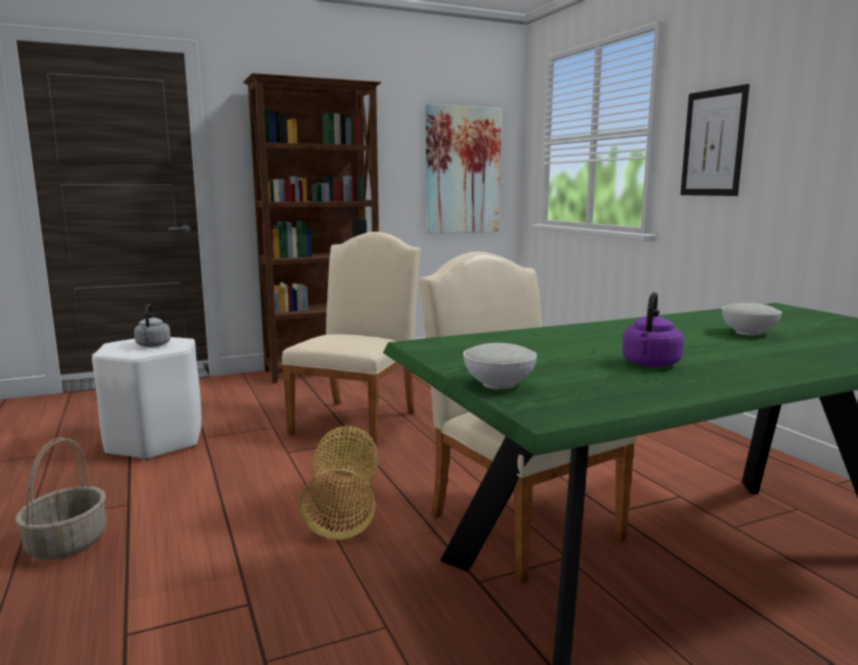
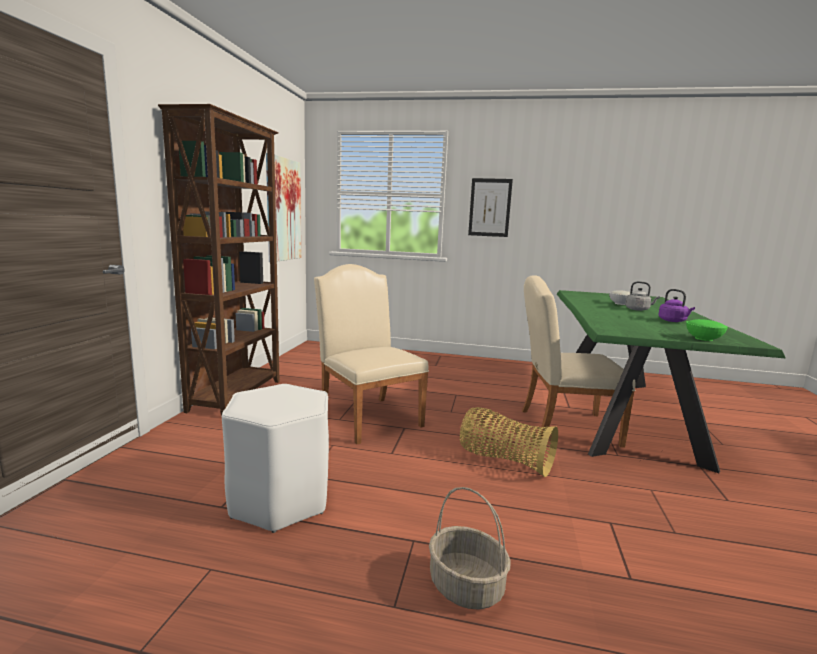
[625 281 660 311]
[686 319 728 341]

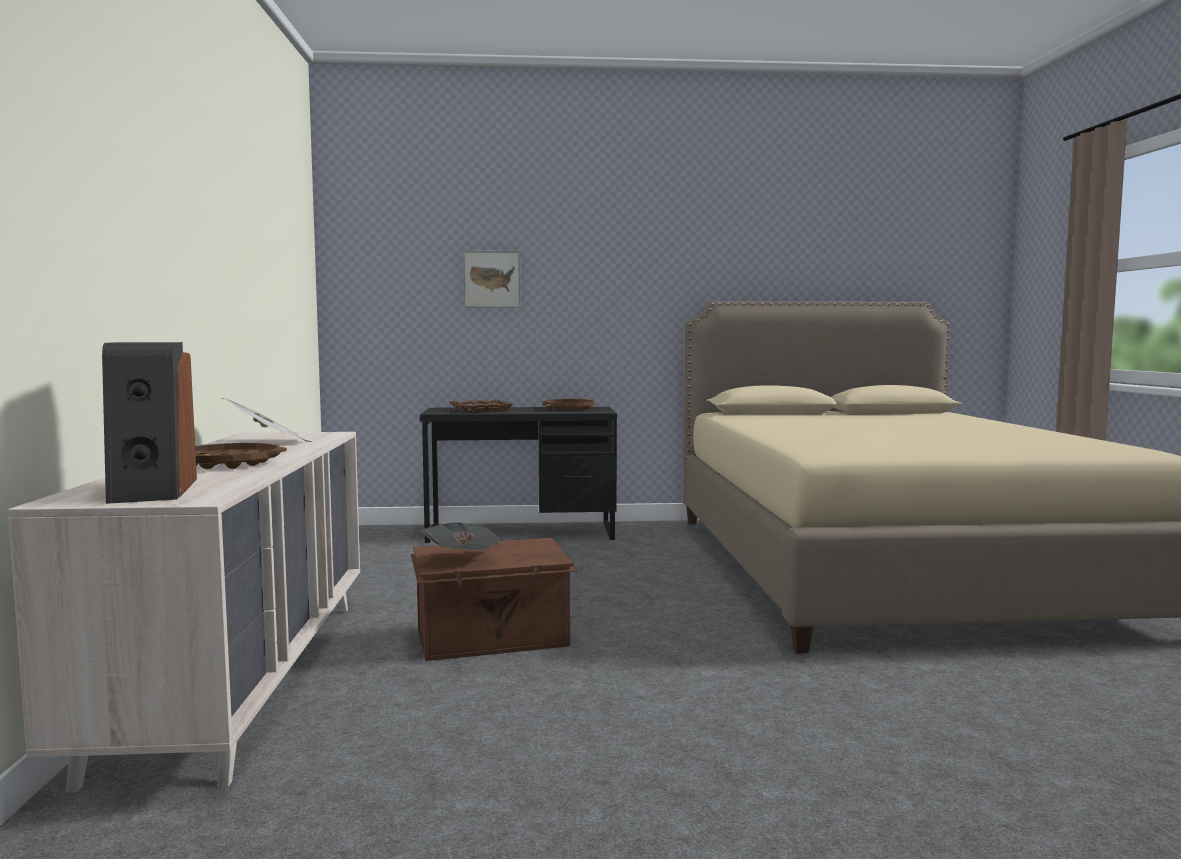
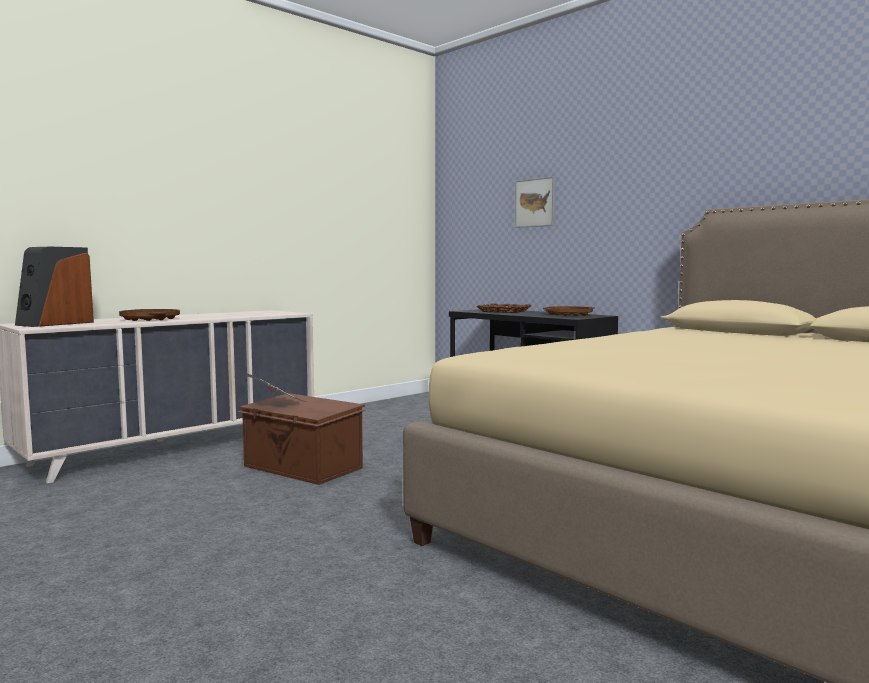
[222 398 311 442] (first image)

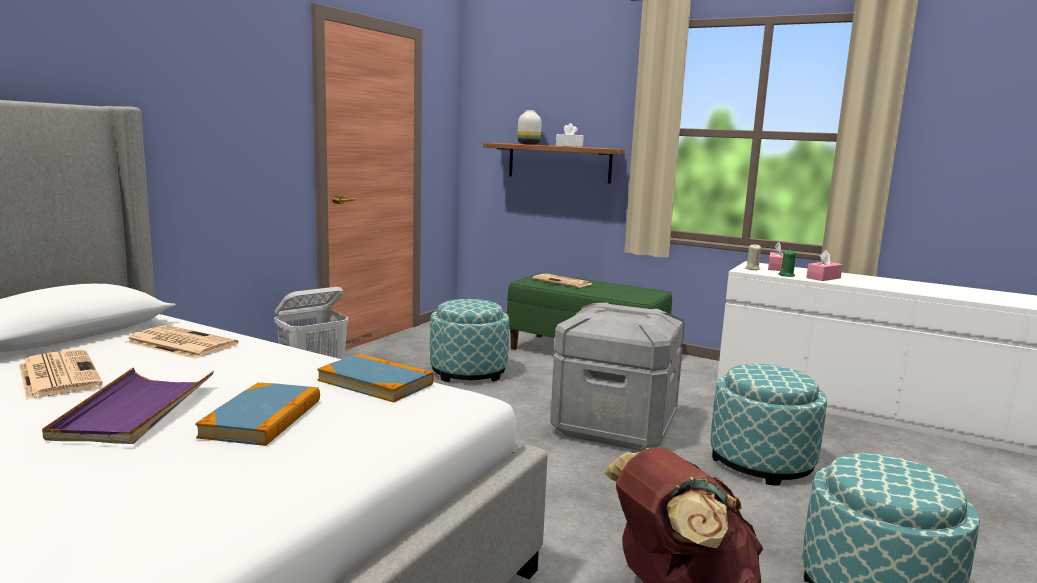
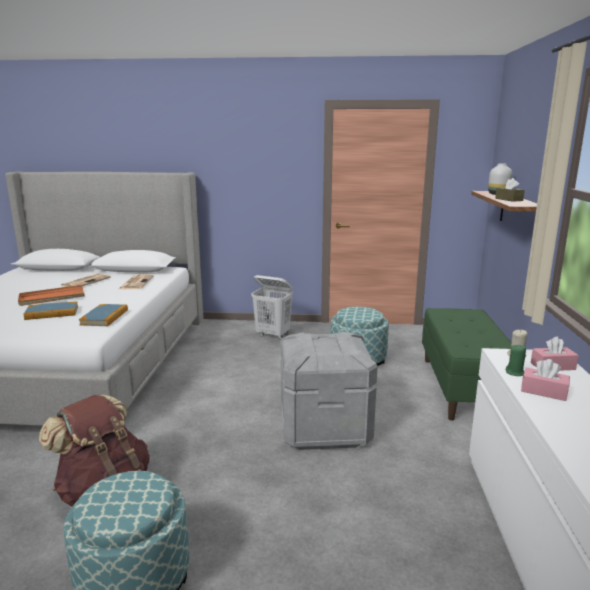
[18 285 85 306]
[495 178 525 202]
[533 274 592 288] (first image)
[711 364 827 486] (first image)

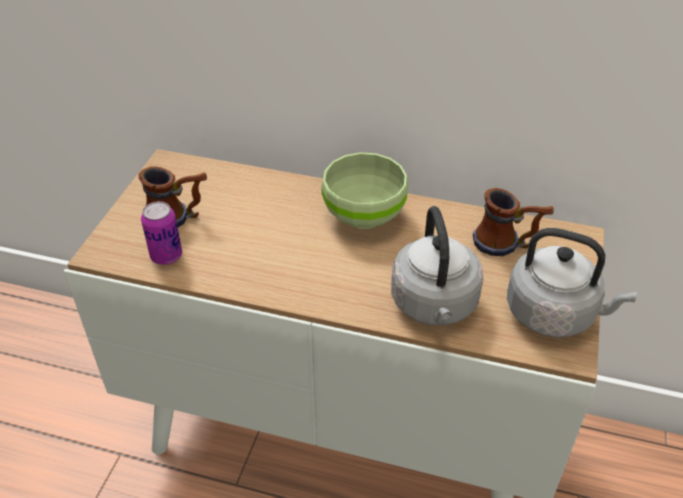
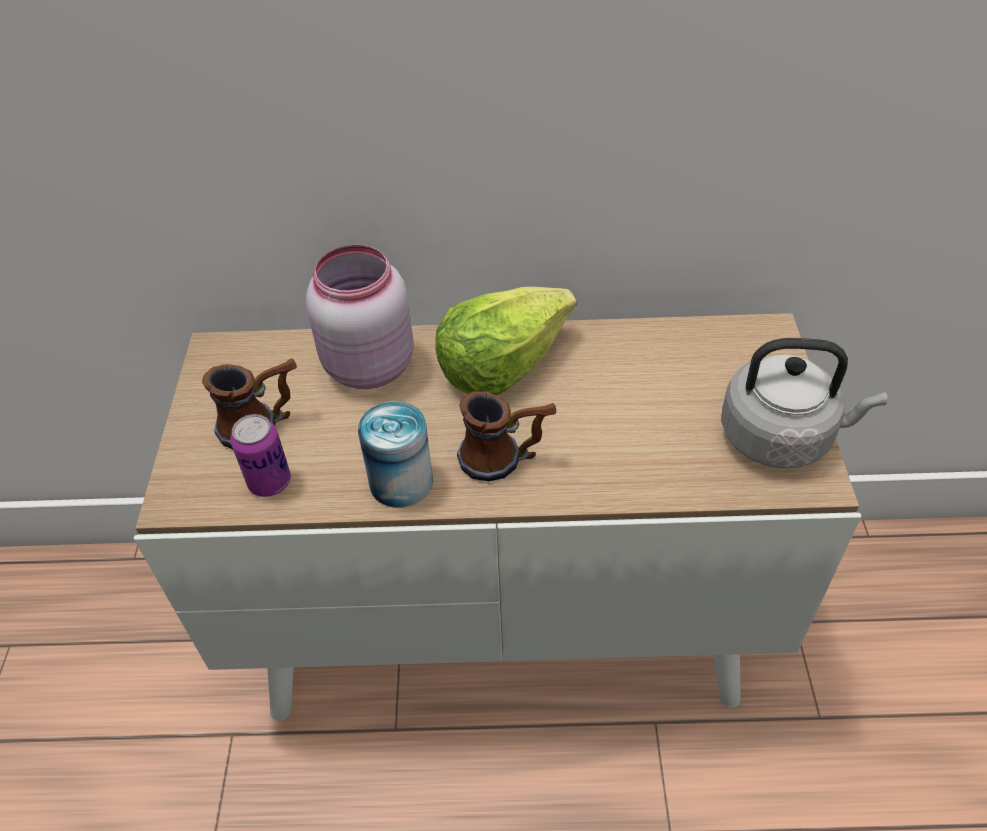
[306 245 414 389]
[358 401 433 508]
[435 287 576 395]
[457 391 556 481]
[391 206 483 326] (first image)

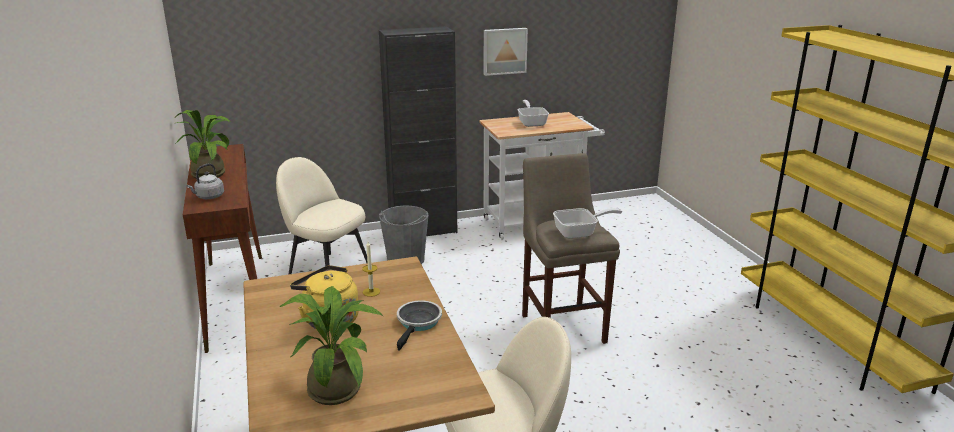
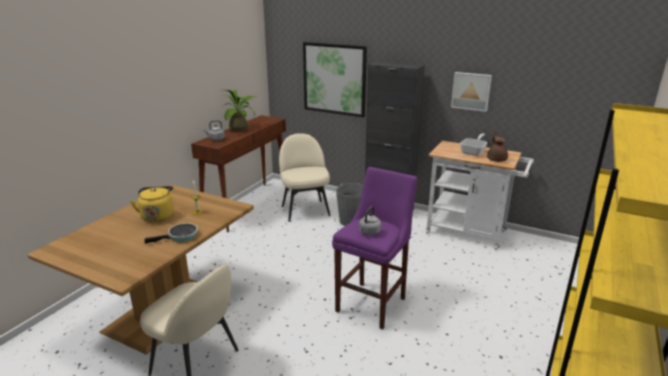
[303 42 367 117]
[332 167 417 329]
[359 206 381 236]
[487 130 508 162]
[280 286 383 405] (first image)

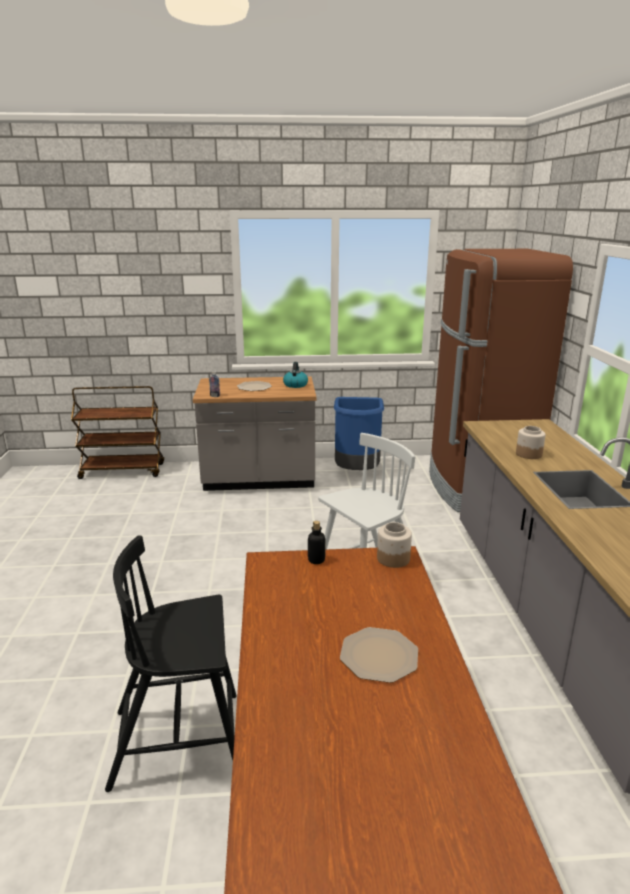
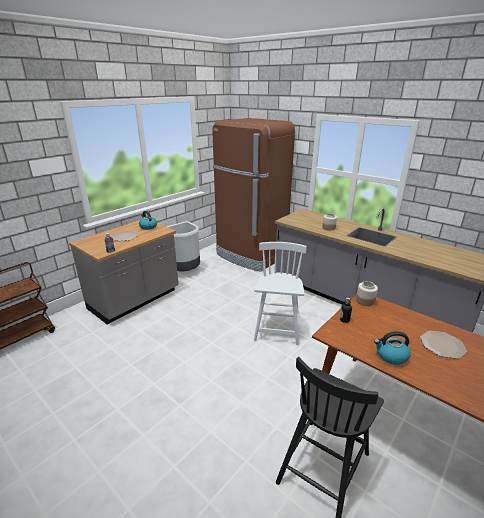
[167 221 200 272]
[374 331 411 365]

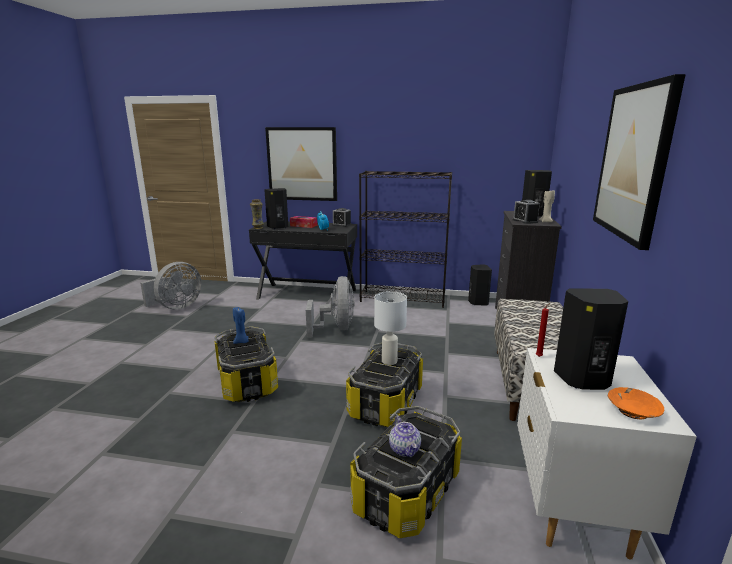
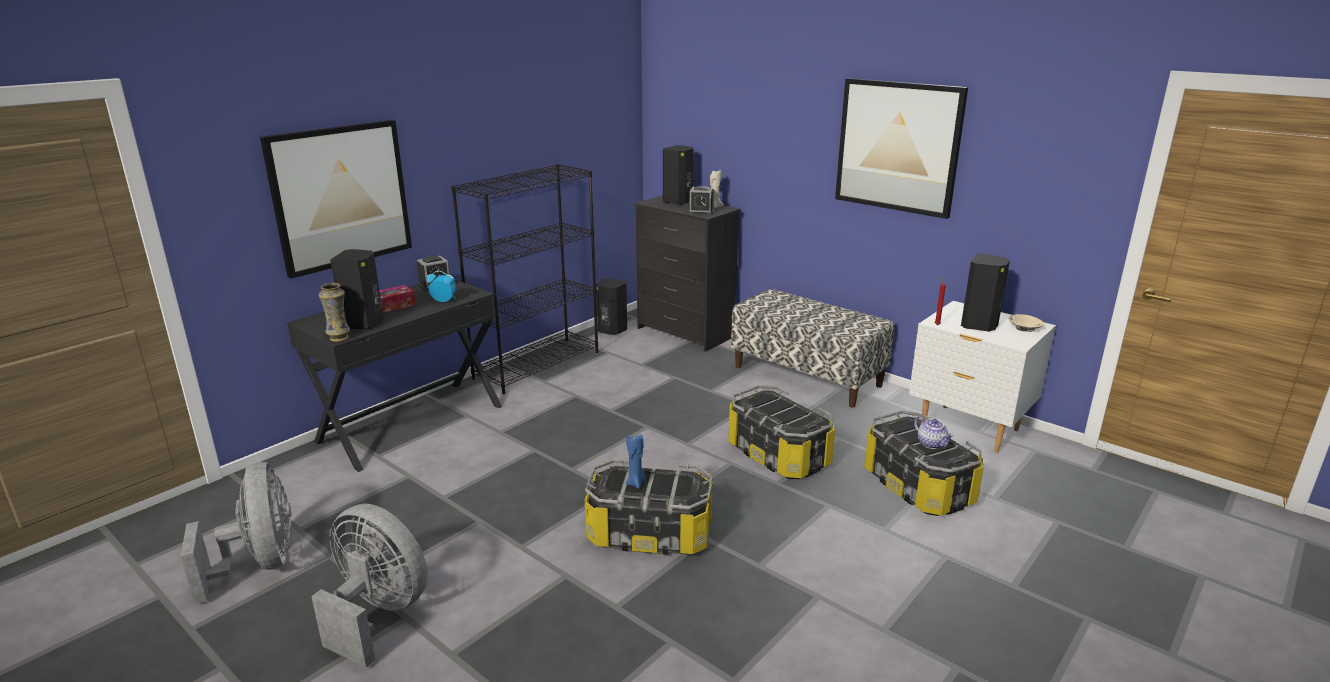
[311 504 428 668]
[914 416 954 449]
[1009 314 1045 332]
[374 291 407 365] (first image)

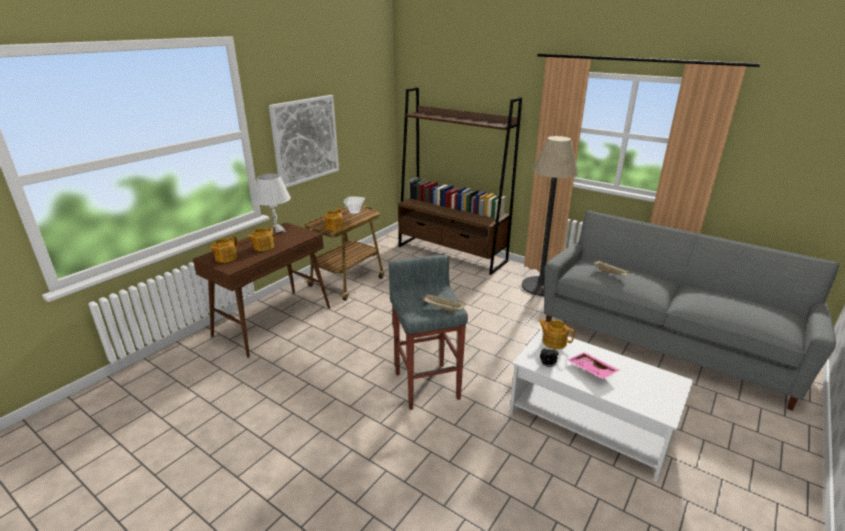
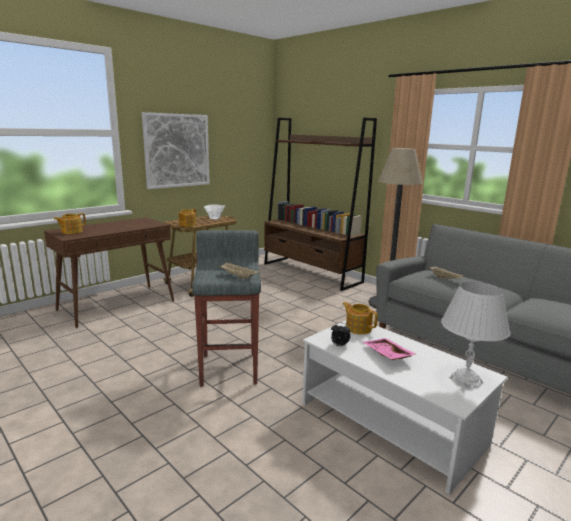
[441 282 511 389]
[247 226 276 251] (first image)

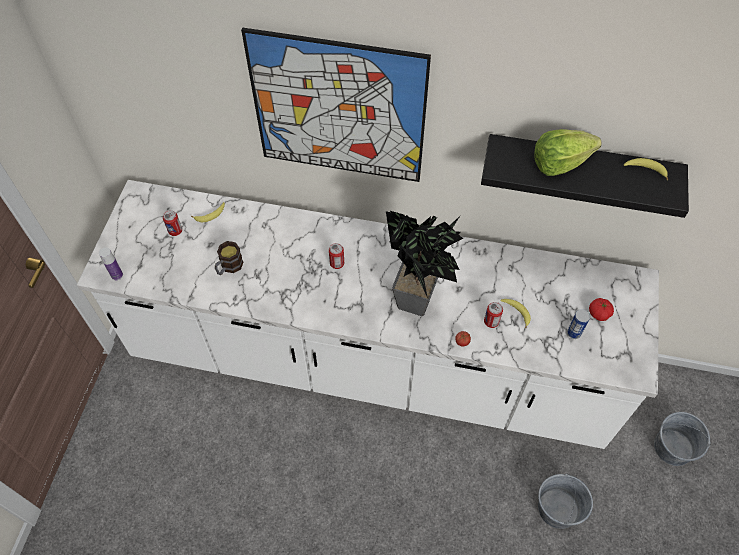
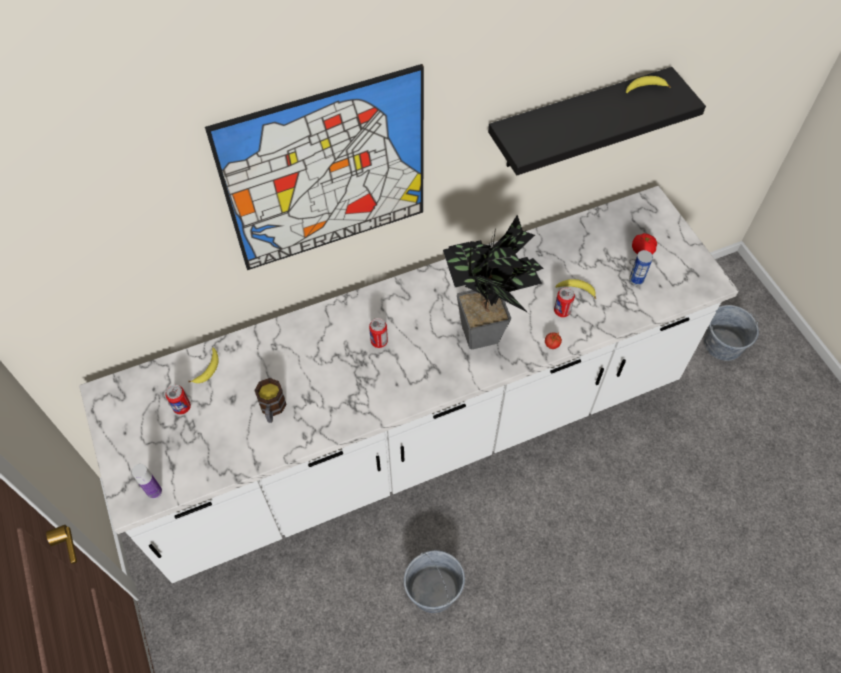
[404 550 465 613]
[534 129 601 176] (first image)

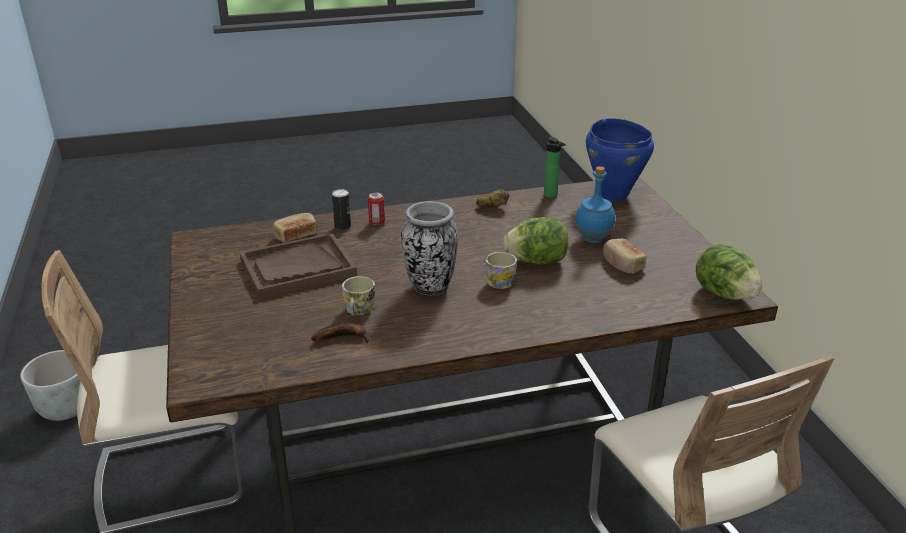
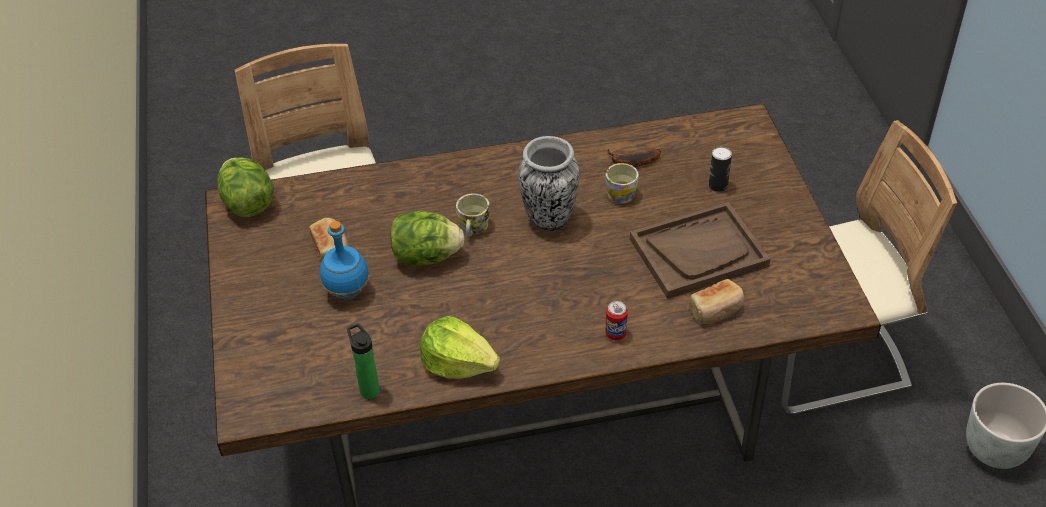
[420 316 500 379]
[709 146 732 192]
[586 118 654 202] (first image)

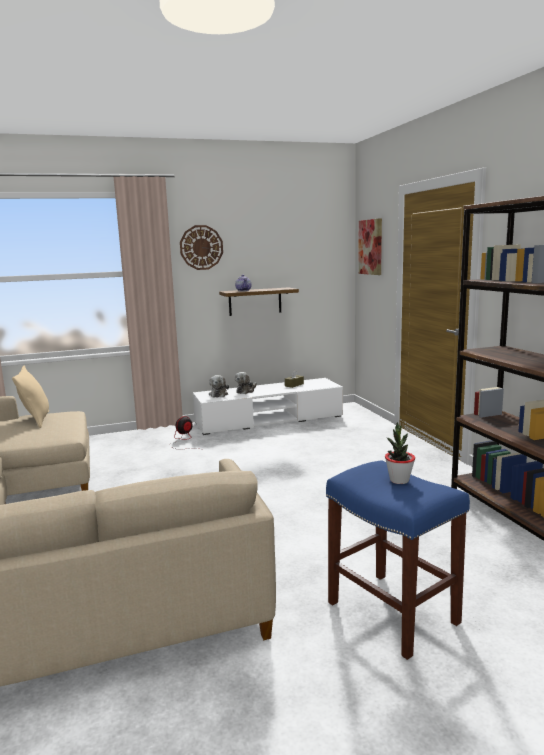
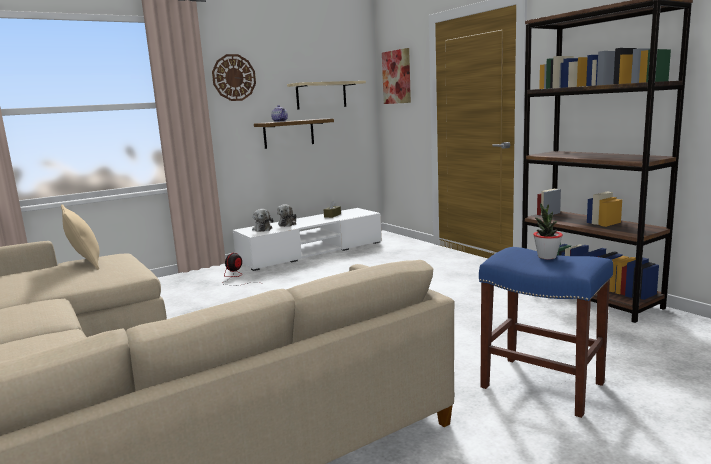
[287 81 366 110]

